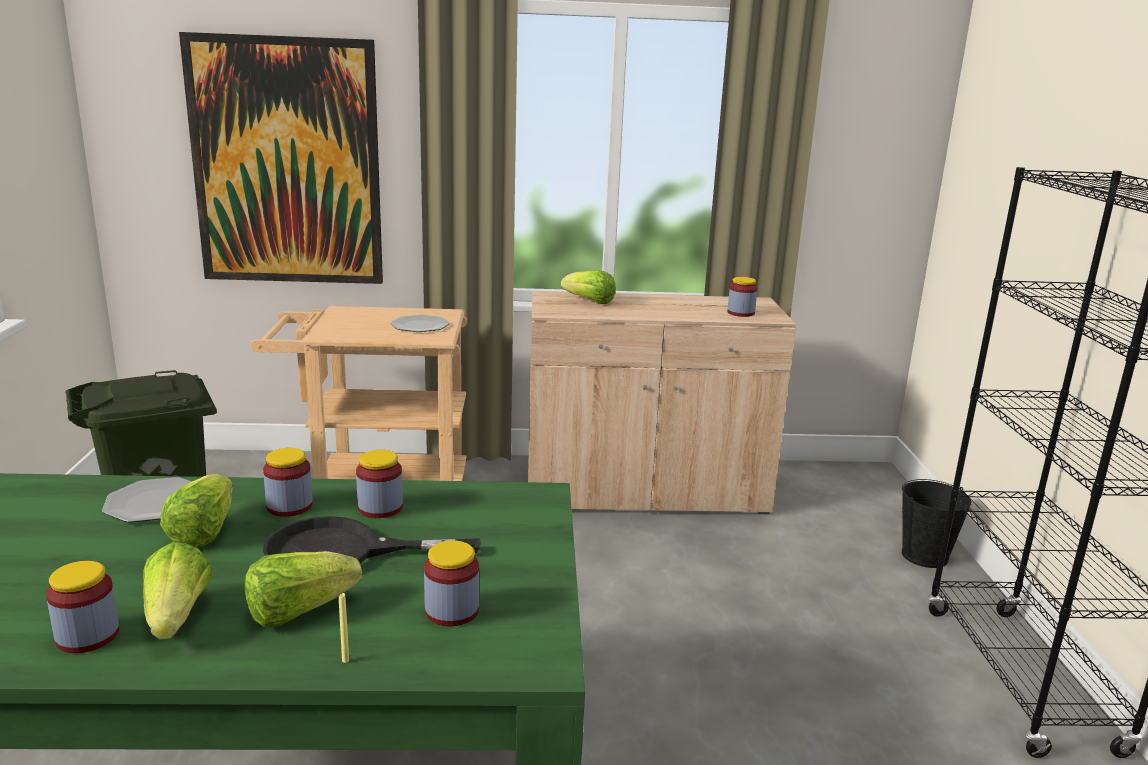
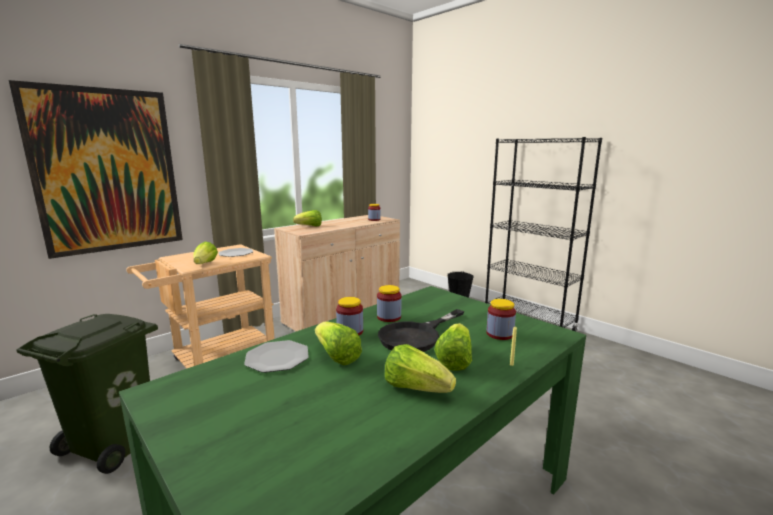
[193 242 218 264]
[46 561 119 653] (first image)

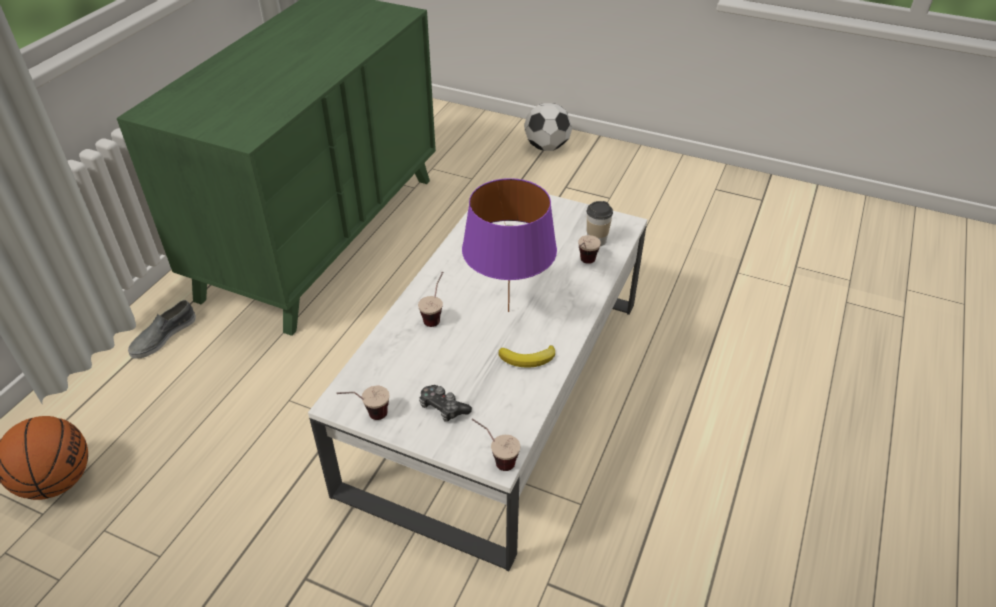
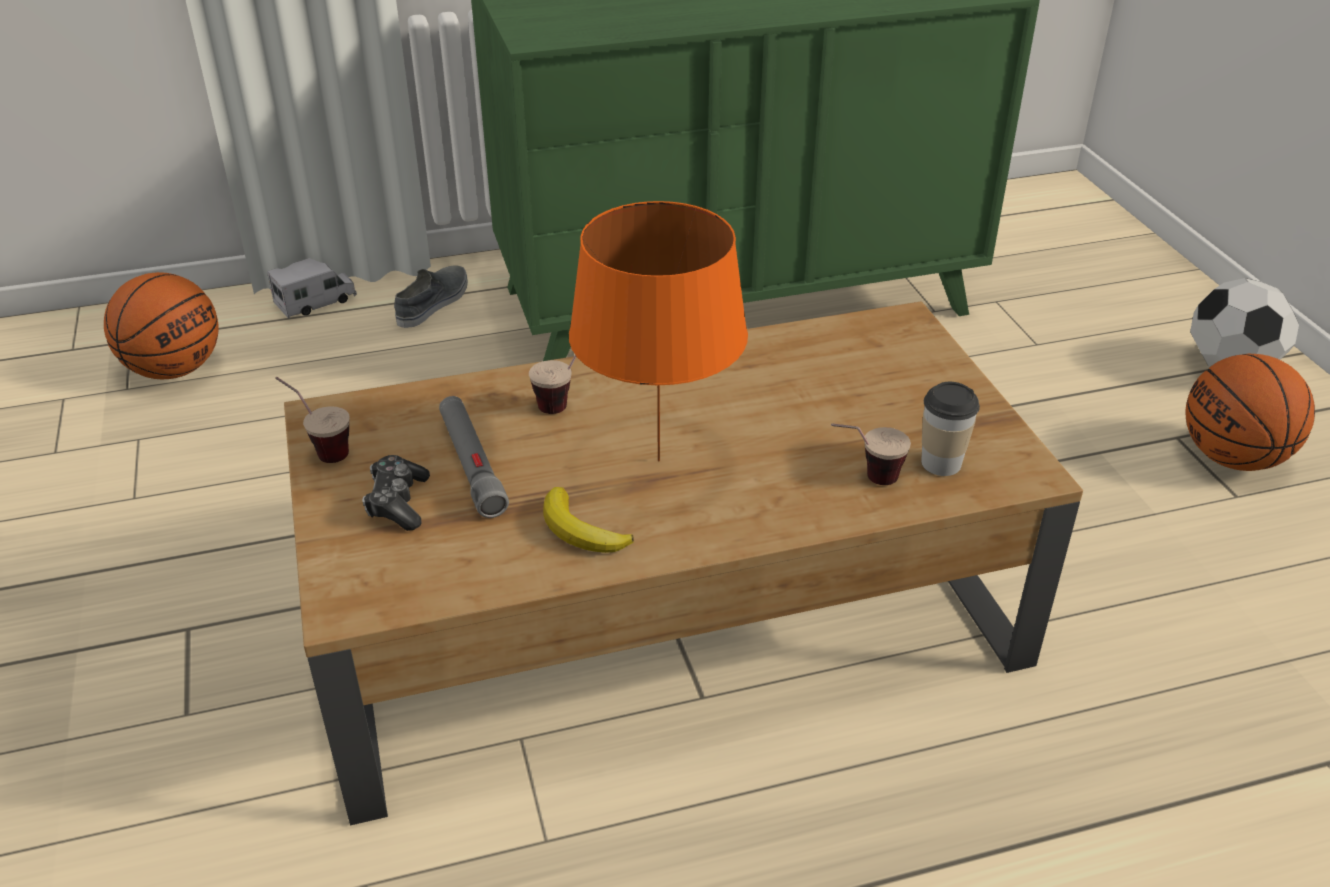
[267 258 357 319]
[284 301 1083 826]
[394 265 468 328]
[439 396 509 518]
[569 201 748 461]
[1186 354 1315 471]
[471 418 520 471] (first image)

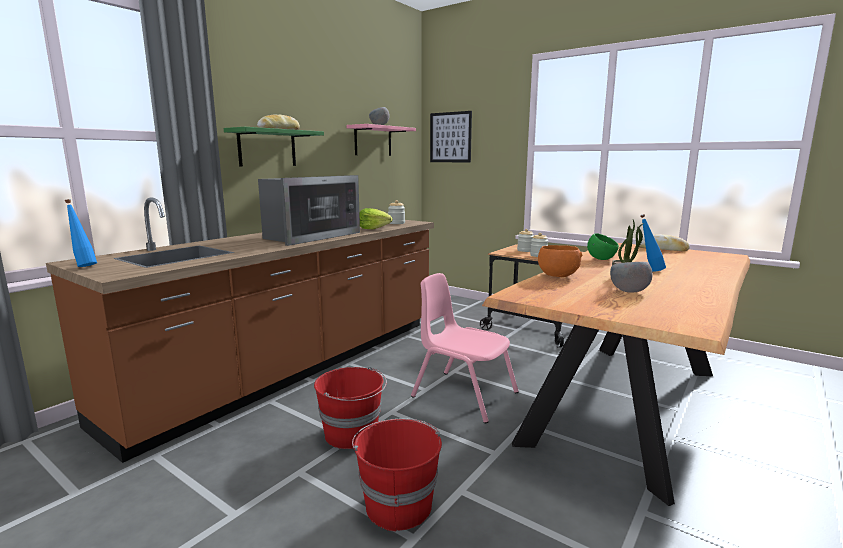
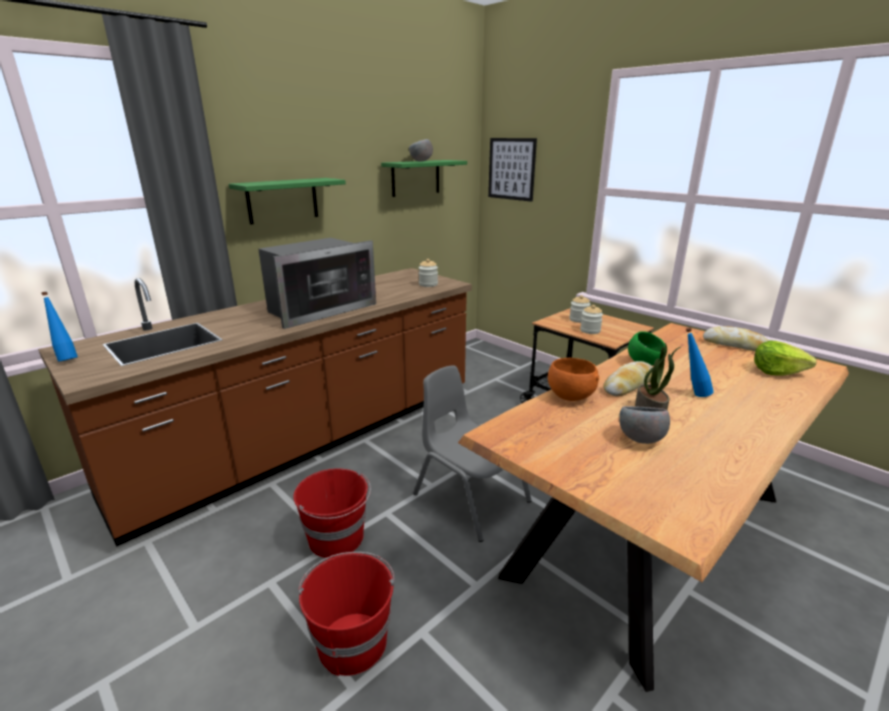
[381 160 467 197]
[413 366 532 542]
[603 361 652 396]
[754 341 817 376]

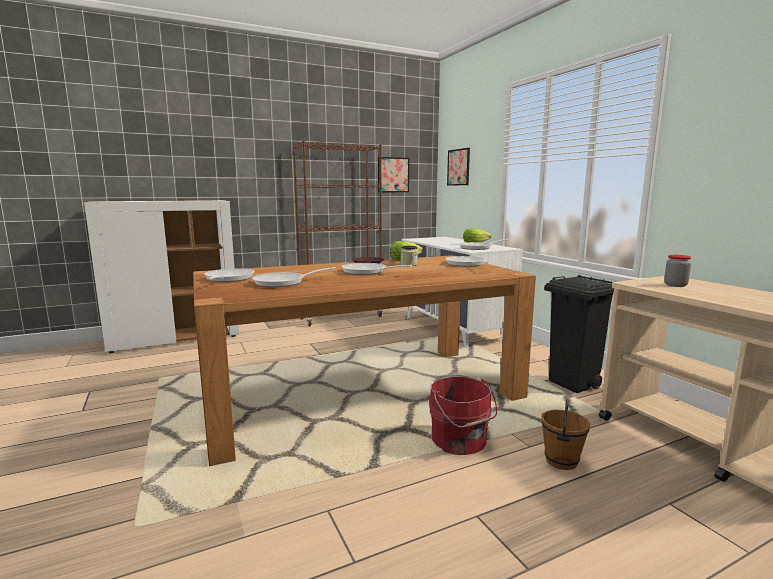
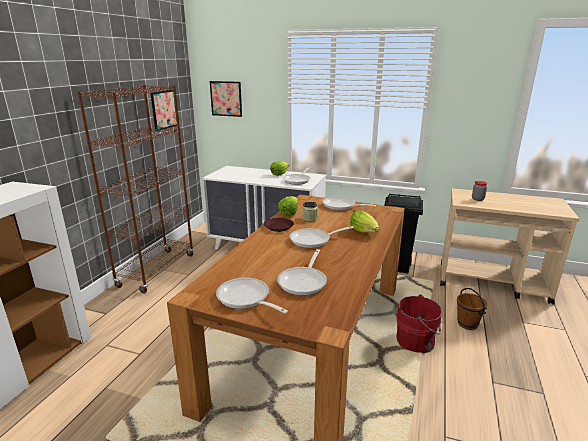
[350 211 379 233]

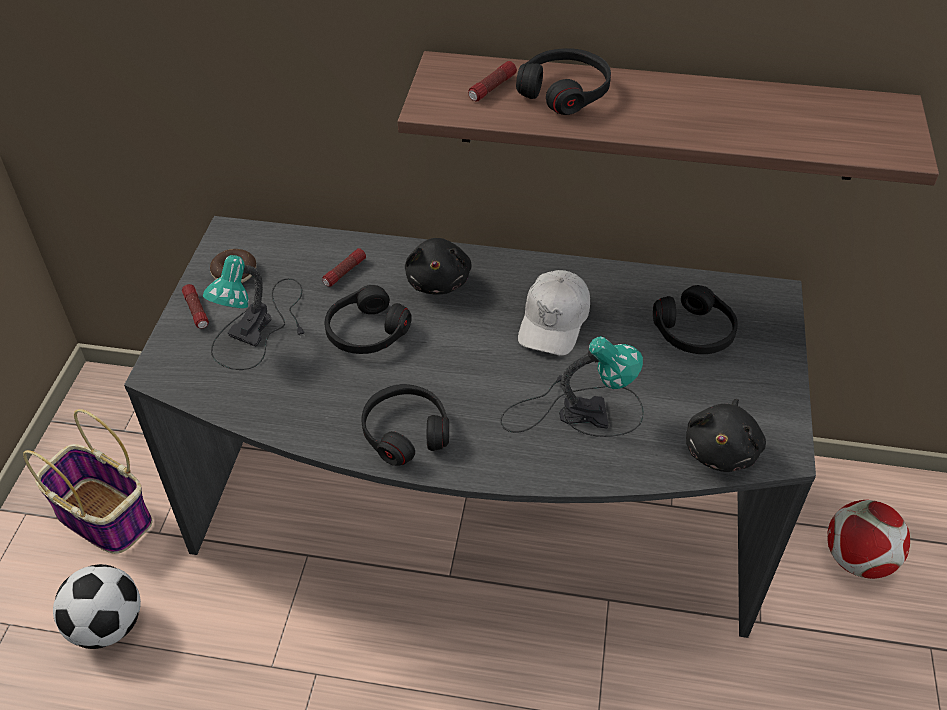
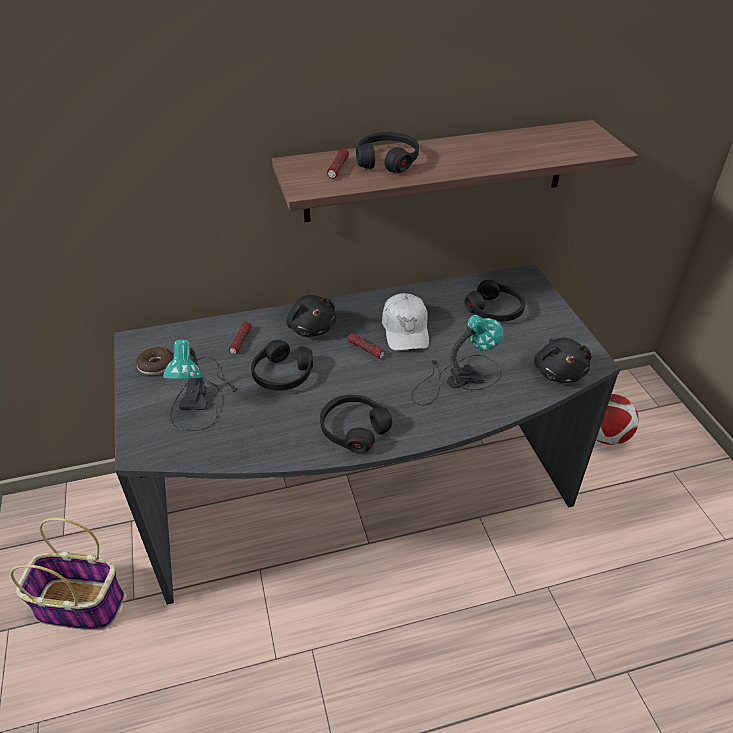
[348 333 384 359]
[53 564 141 649] (first image)

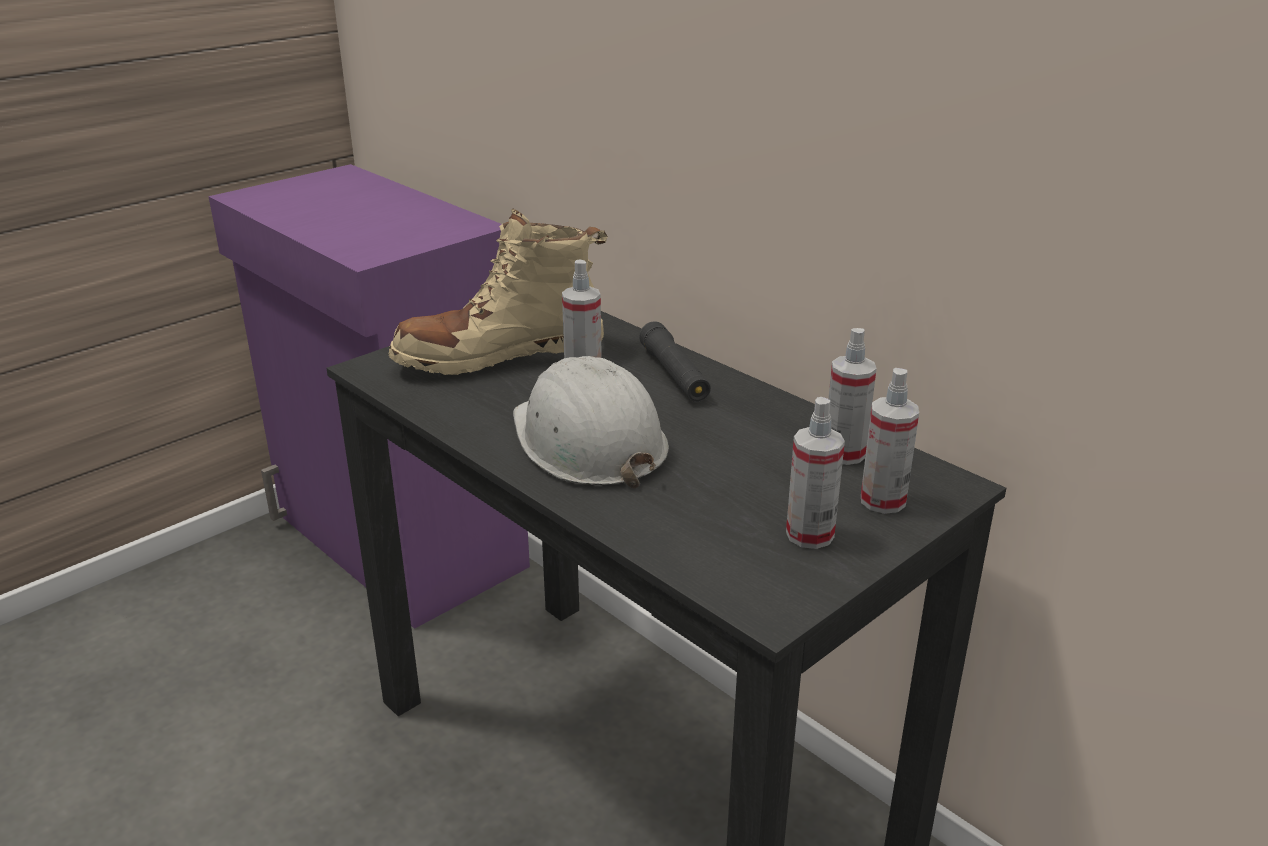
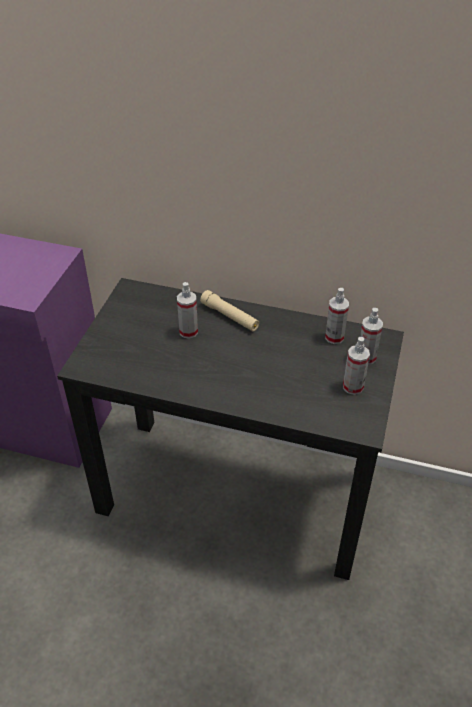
[200 290 259 331]
[389 208 608 375] (first image)
[513 356 669 488] (first image)

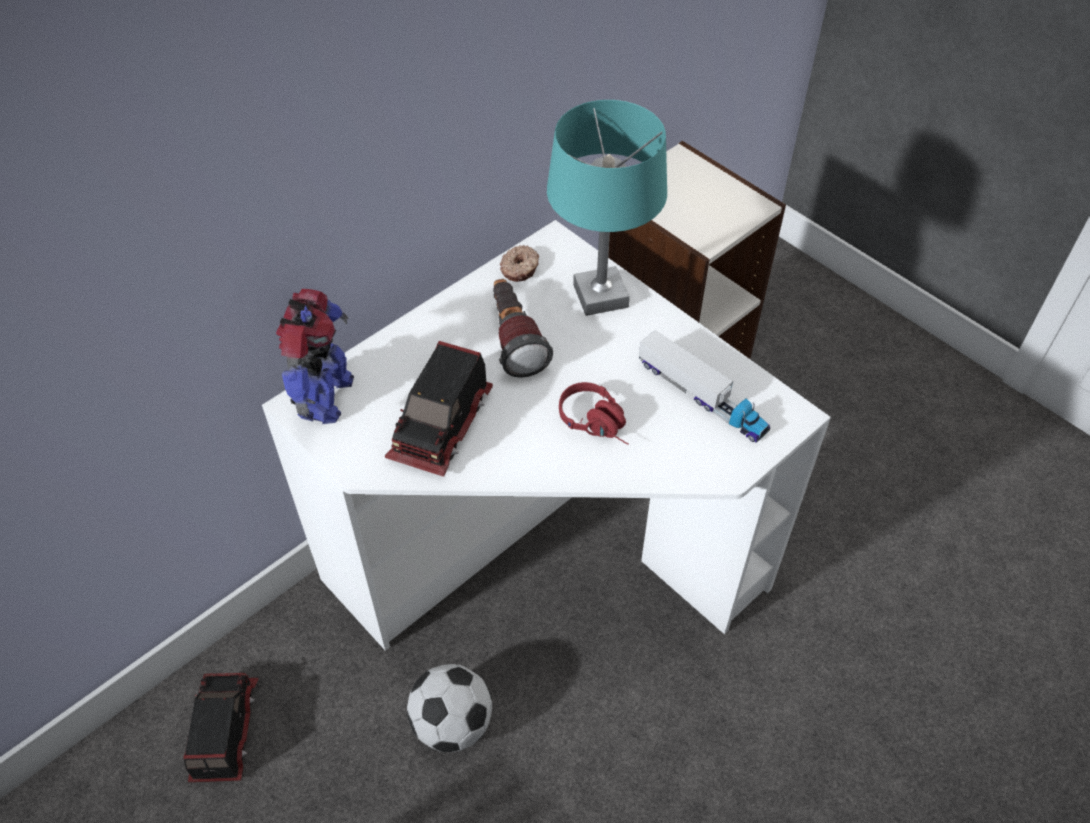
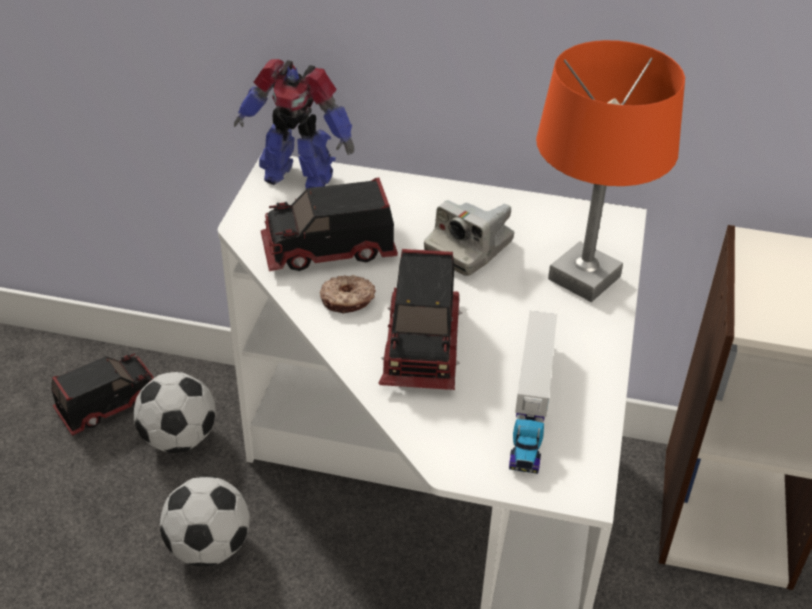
[134 372 216 453]
[234 59 354 189]
[320 275 376 314]
[378 249 462 390]
[424 200 515 276]
[536 40 685 302]

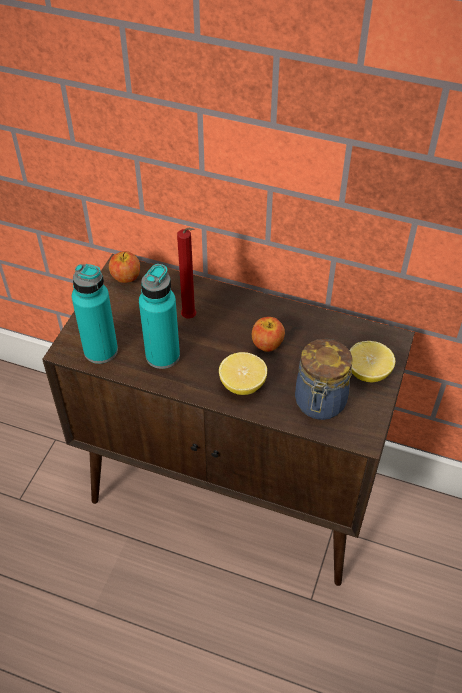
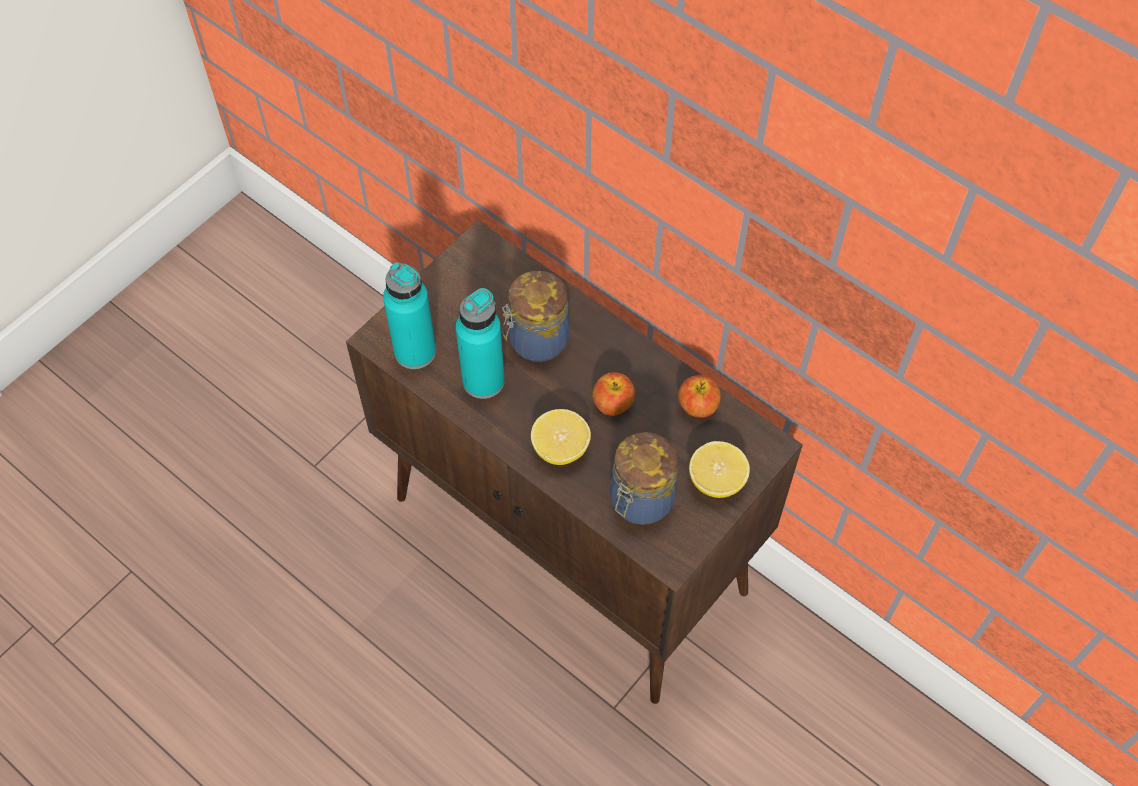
[502 271 570 362]
[678 375 721 418]

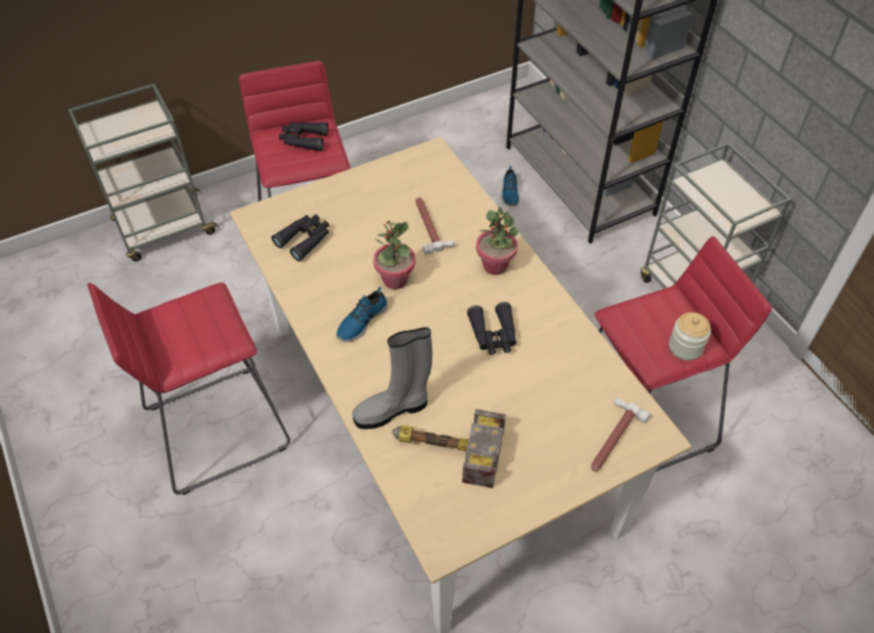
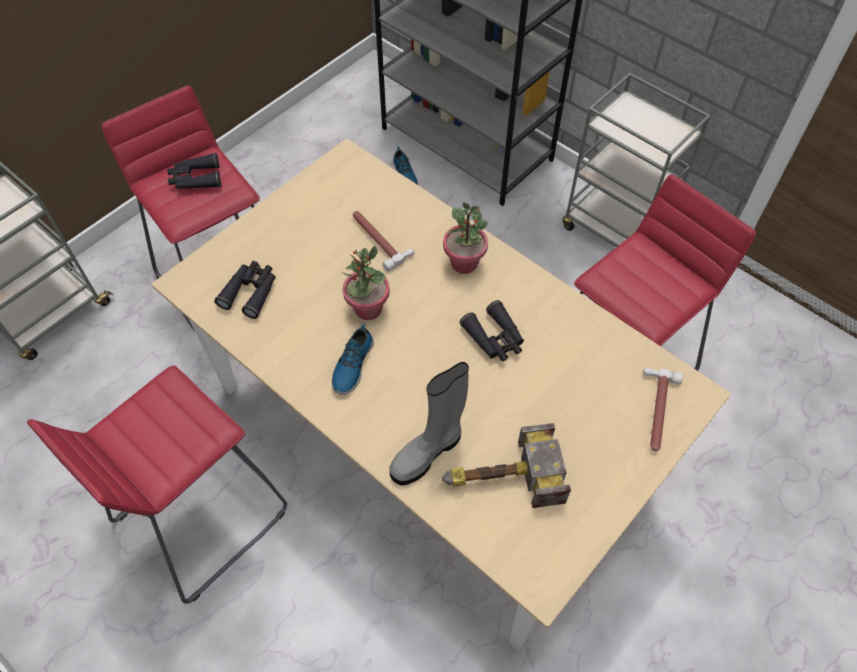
[669 312 711 361] (first image)

